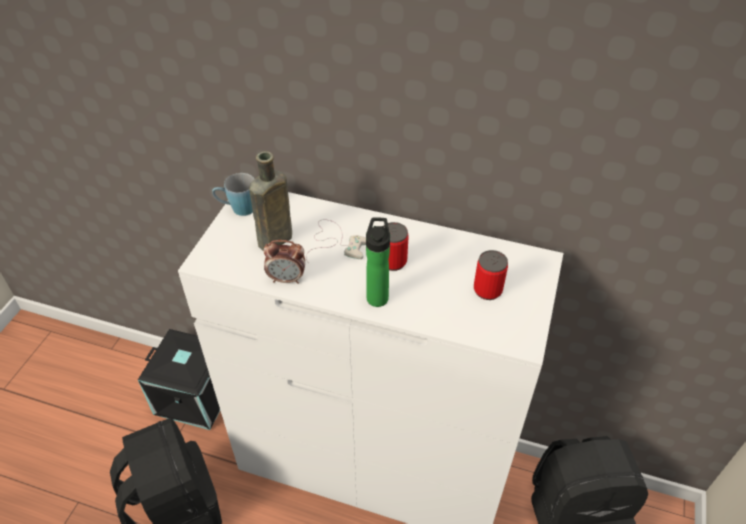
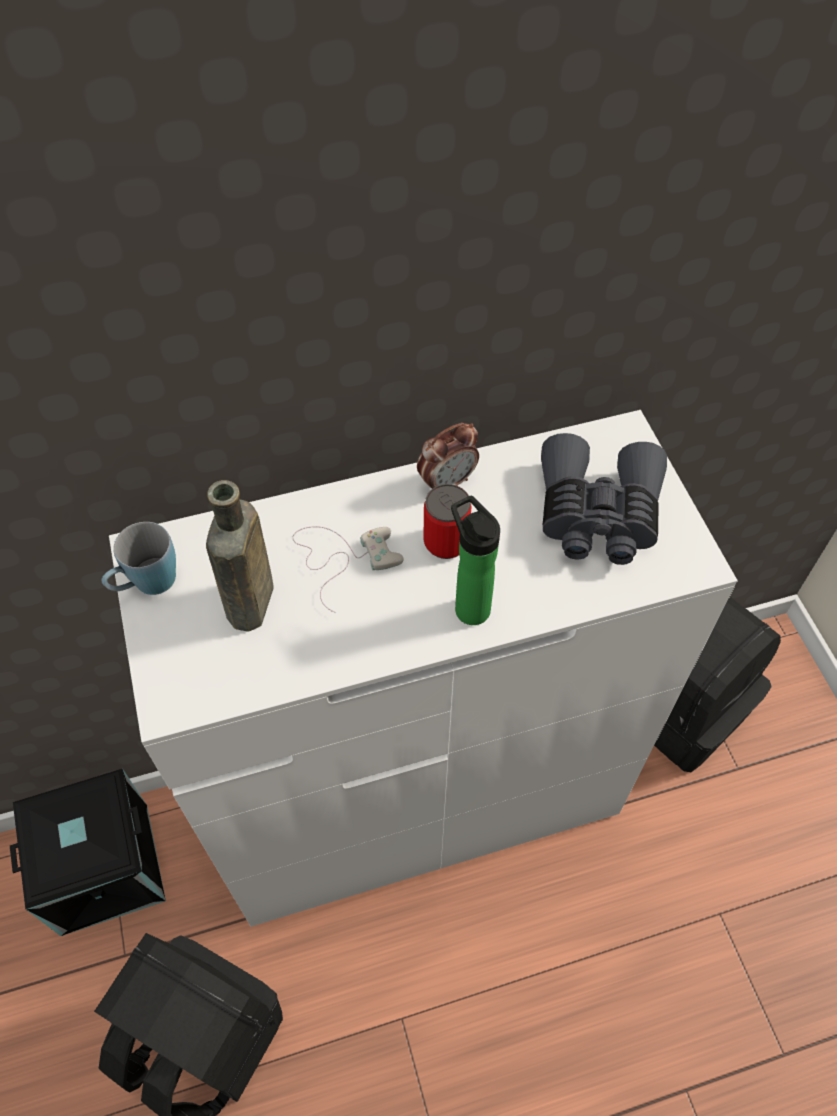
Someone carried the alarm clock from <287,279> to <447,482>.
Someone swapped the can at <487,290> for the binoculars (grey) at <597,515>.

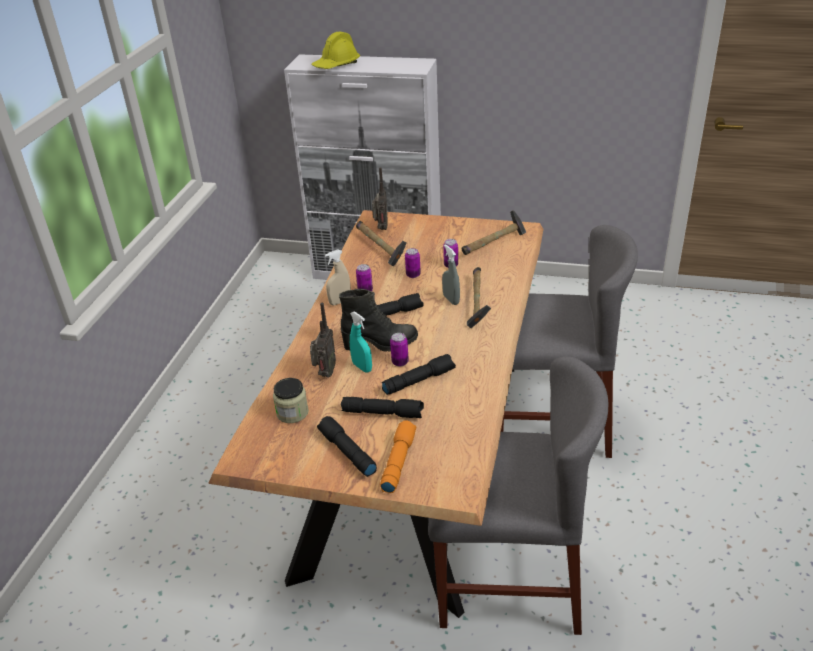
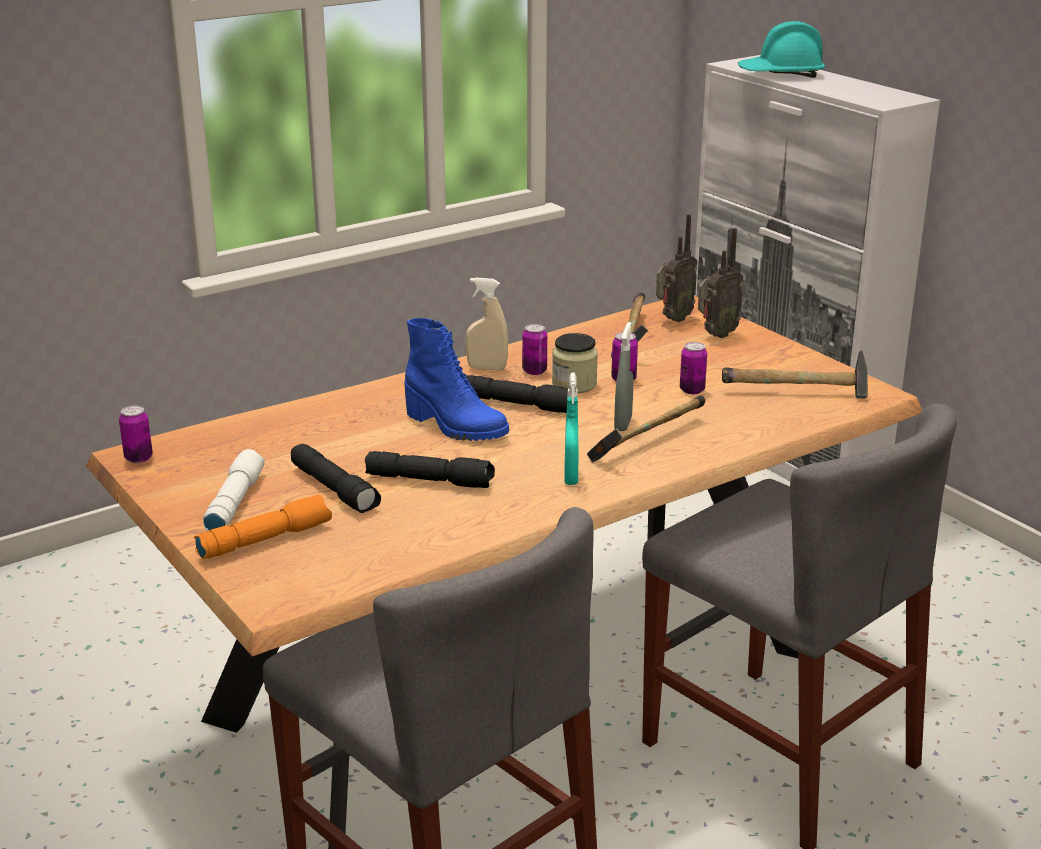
Someone carried the jar from <292,413> to <574,384>.
Someone carried the radio from <325,374> to <716,335>.
Someone repainted the hard hat (yellow) at <336,65>, which became the hard hat (turquoise) at <781,74>.
Someone repainted the flashlight (black) at <346,452>, which became the flashlight (white) at <233,502>.
Someone repainted the boot (black) at <380,344>, which became the boot (blue) at <455,427>.
Someone carried the spray bottle (turquoise) from <362,367> to <571,477>.
Someone carried the can from <400,362> to <138,458>.

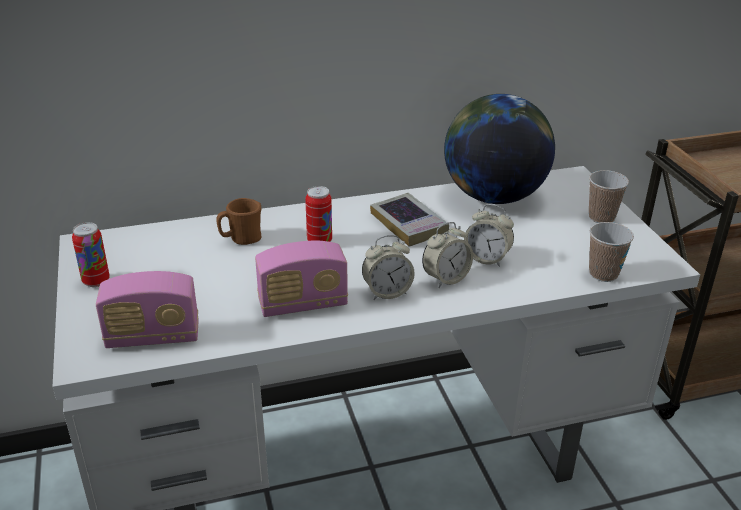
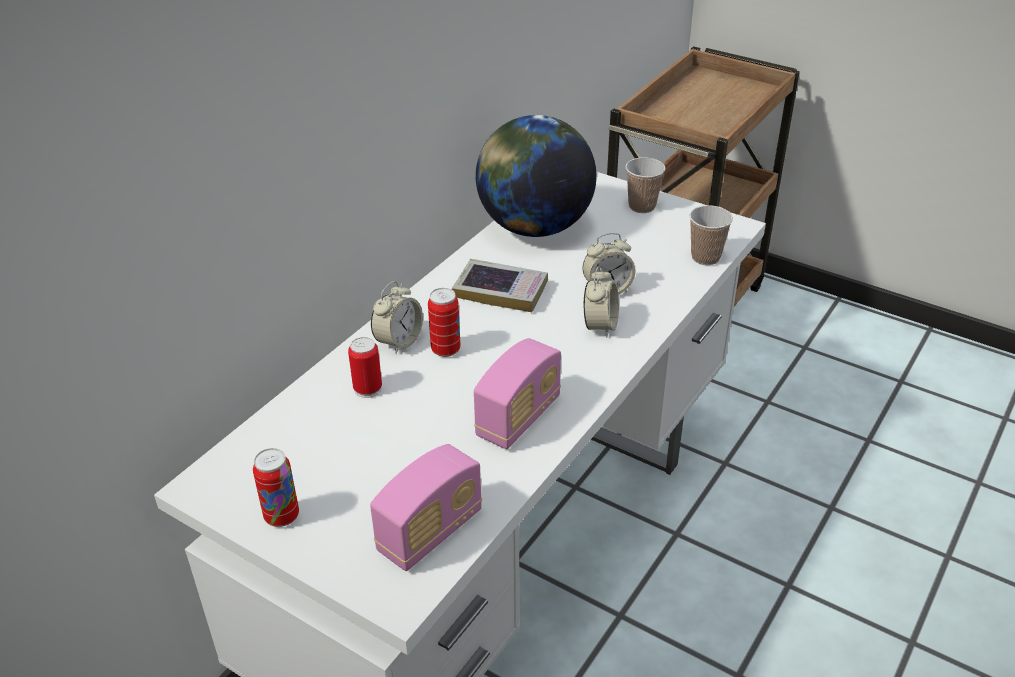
Someone swapped the mug (brown) at <241,239> for the can at <367,388>.
Someone carried the alarm clock from <387,292> to <399,341>.

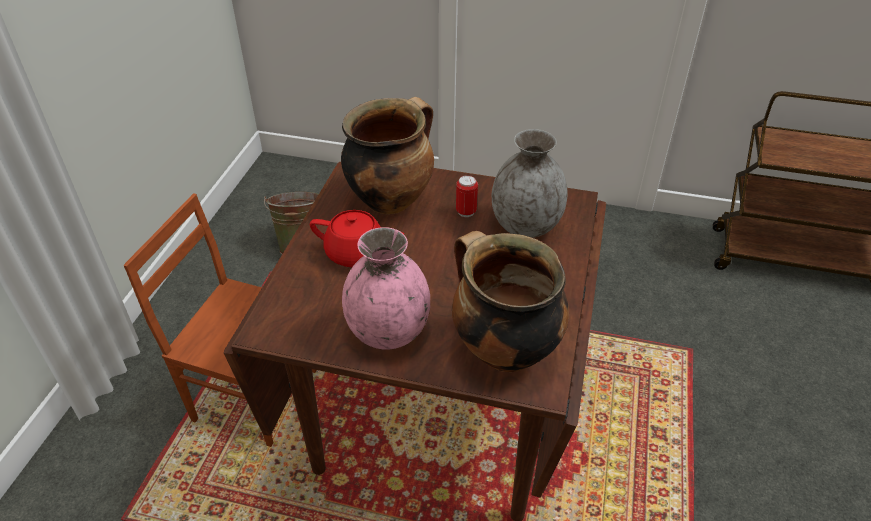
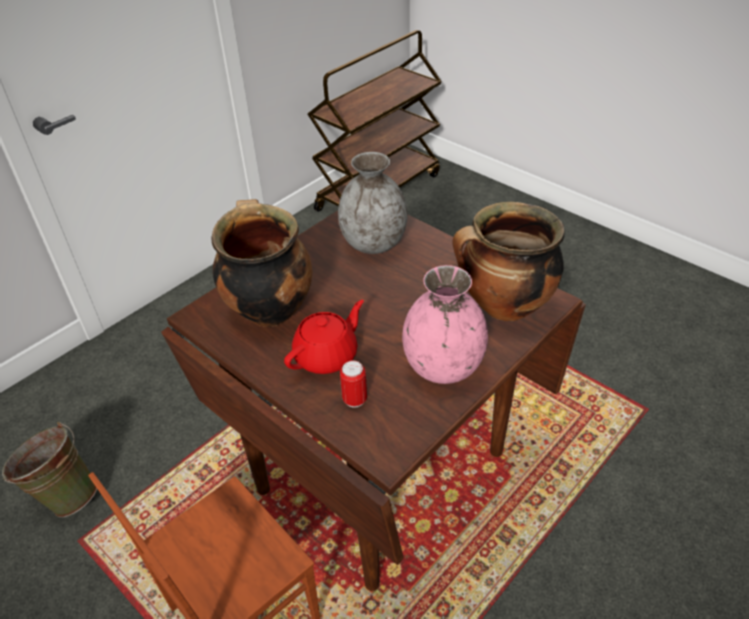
Someone carried the can from <466,212> to <354,400>.

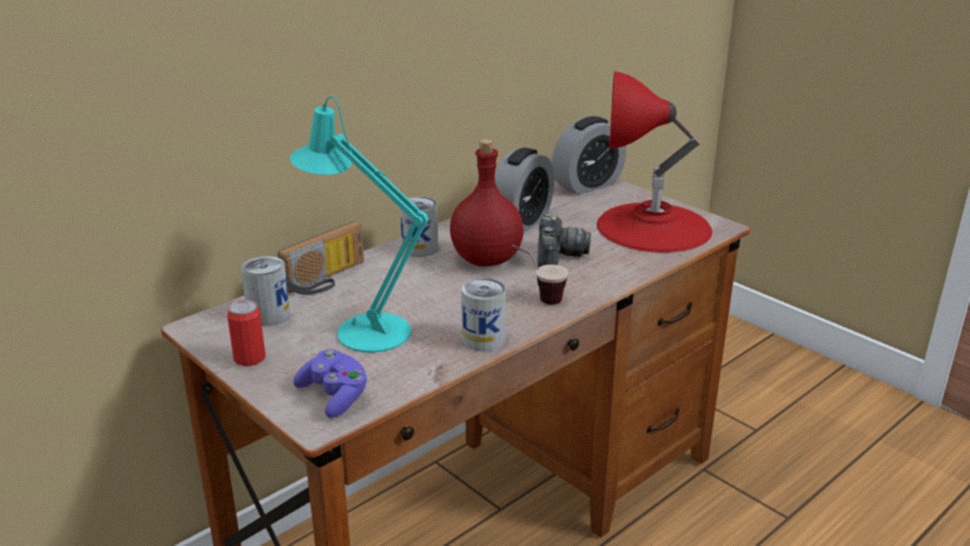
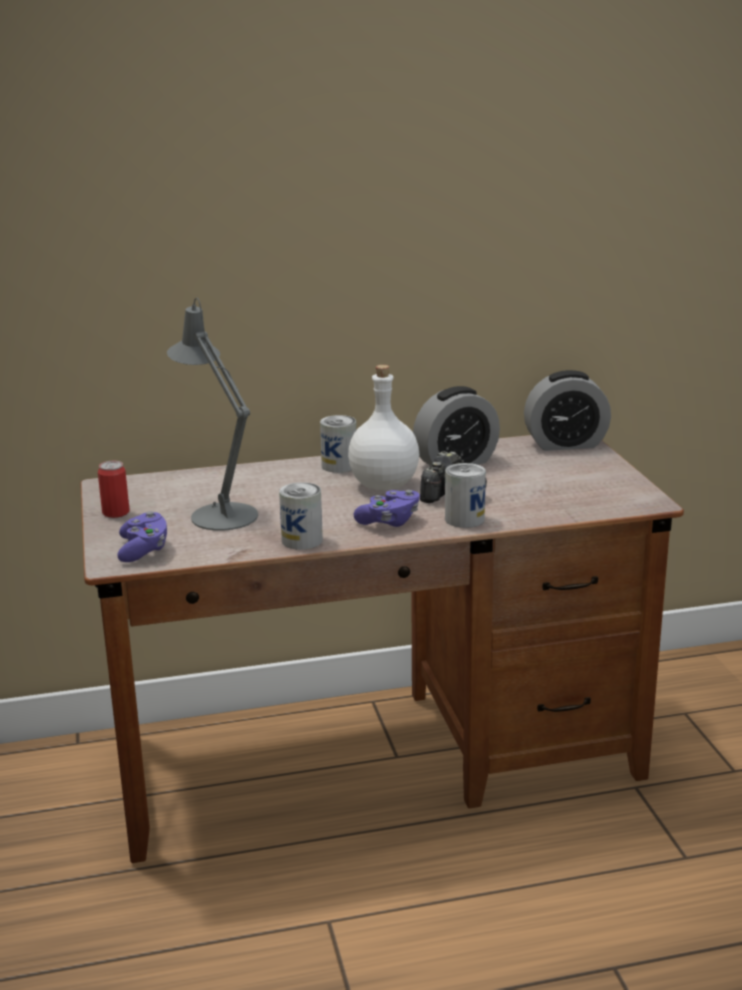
Someone carried the can from <268,315> to <464,519>.
Someone took away the radio at <327,280>.
Someone repainted the table lamp (turquoise) at <364,329>, which became the table lamp (grey) at <219,513>.
Someone repainted the bottle (red) at <486,259>, which became the bottle (white) at <384,484>.
Someone swapped the cup at <538,297> for the game controller (purple) at <389,521>.
Someone took away the table lamp (red) at <653,227>.

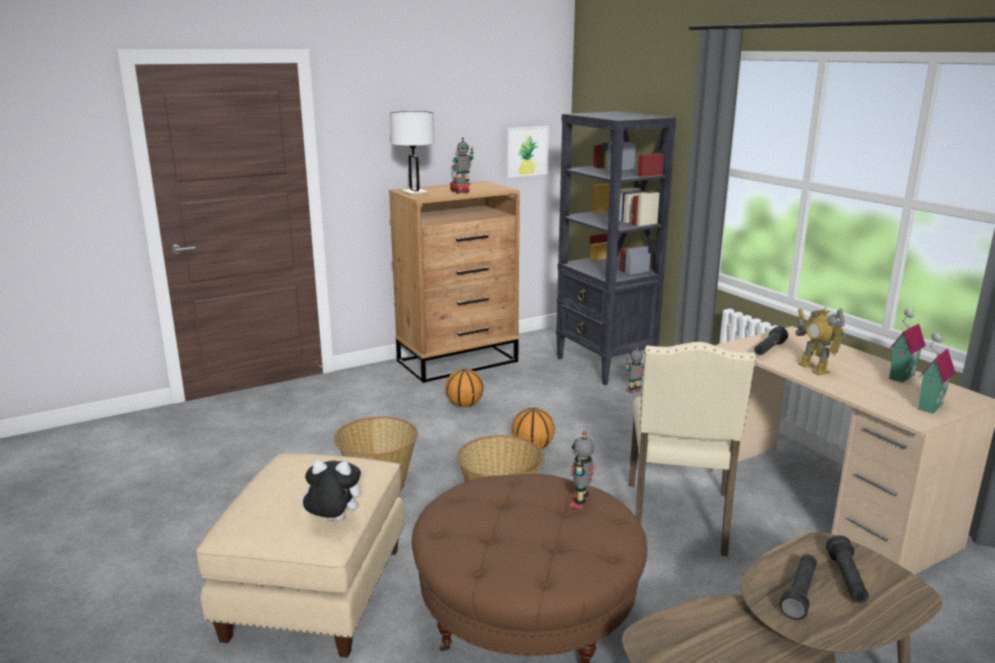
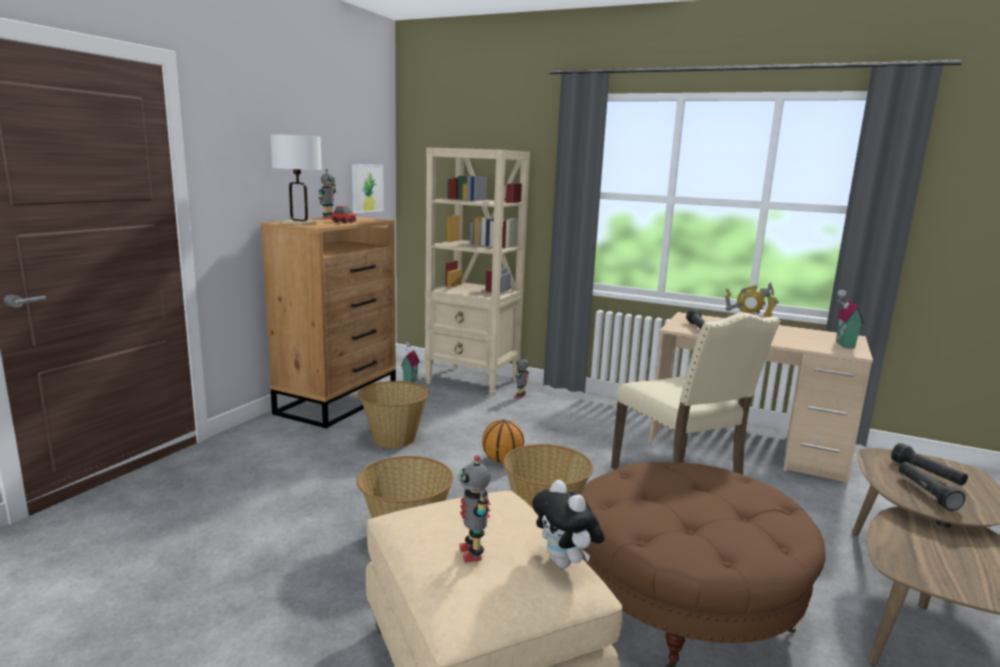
Someone rotated the plush toy at <333,521> by 90 degrees counterclockwise.
Someone swapped the basketball at <464,404> for the basket at <393,438>.
Someone repainted the bookcase (black) at <605,365>, which became the bookcase (beige) at <473,382>.
Someone carried the toy robot from <580,503> to <473,553>.
Someone carried the toy house from <899,376> to <409,381>.

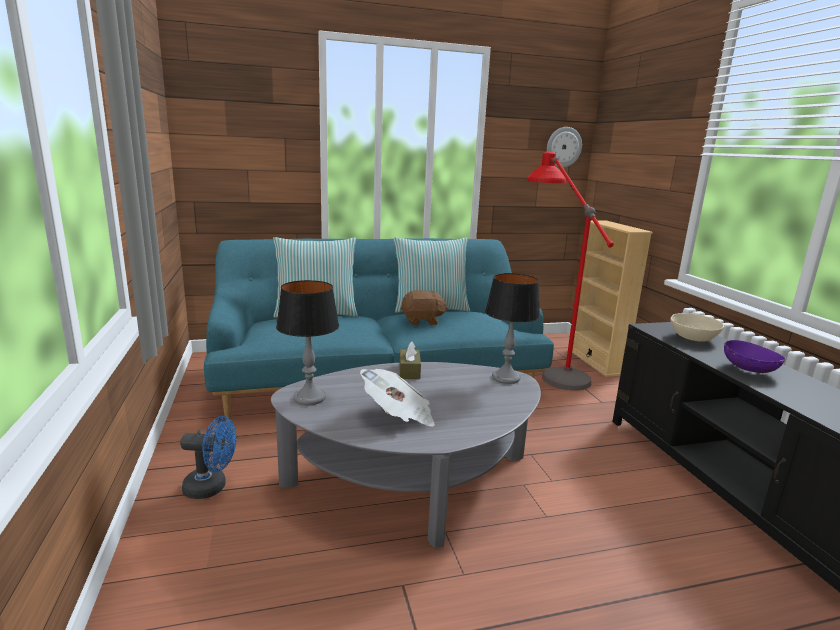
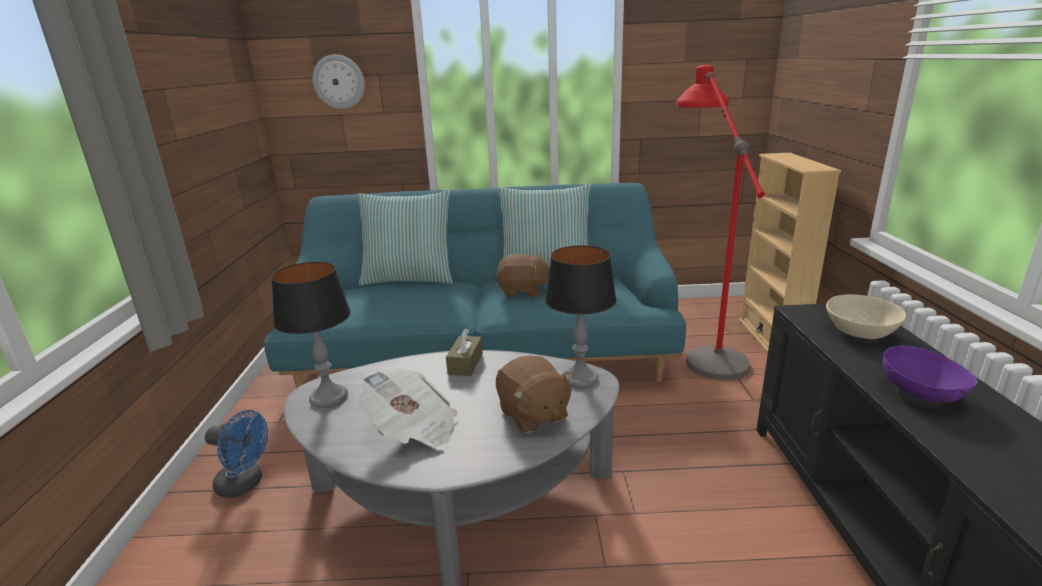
Someone carried the wall clock from <563,147> to <339,82>.
Someone put down the plush toy (brown) at <533,415>.

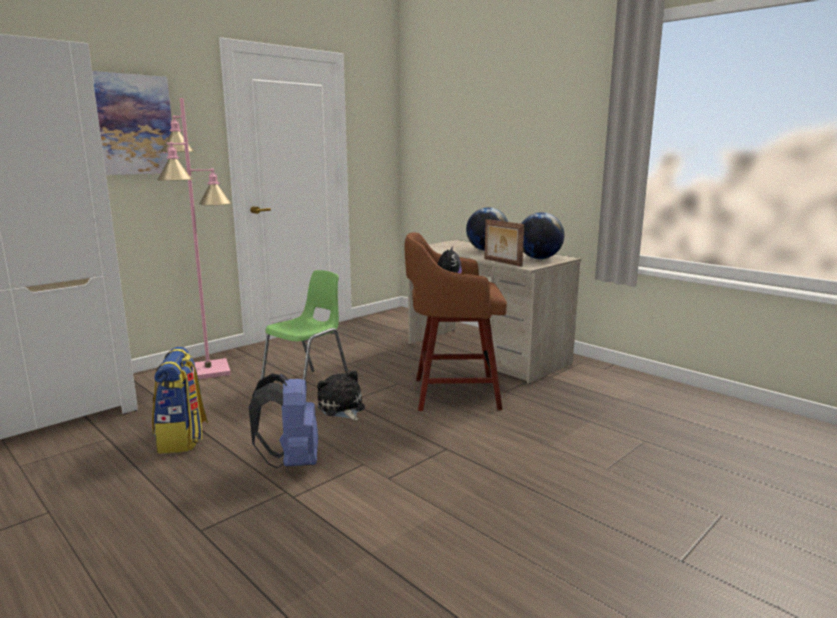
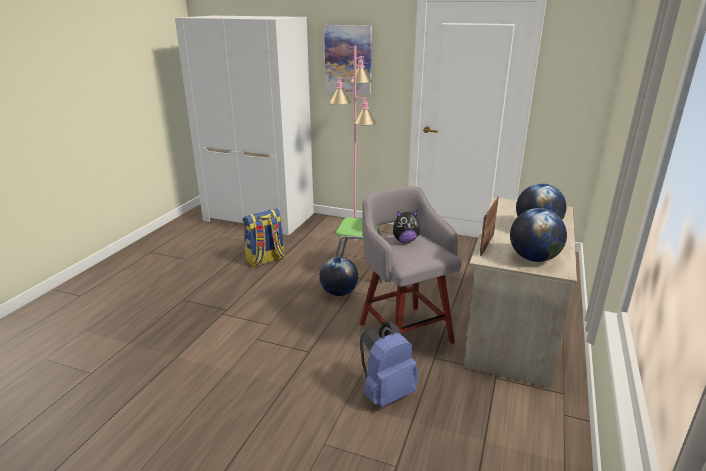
Someone carried the backpack (blue) from <292,462> to <386,393>.
Someone swapped the plush toy at <342,408> for the globe at <339,293>.
Someone repainted the stool (brown) at <452,393>, which became the stool (grey) at <404,331>.

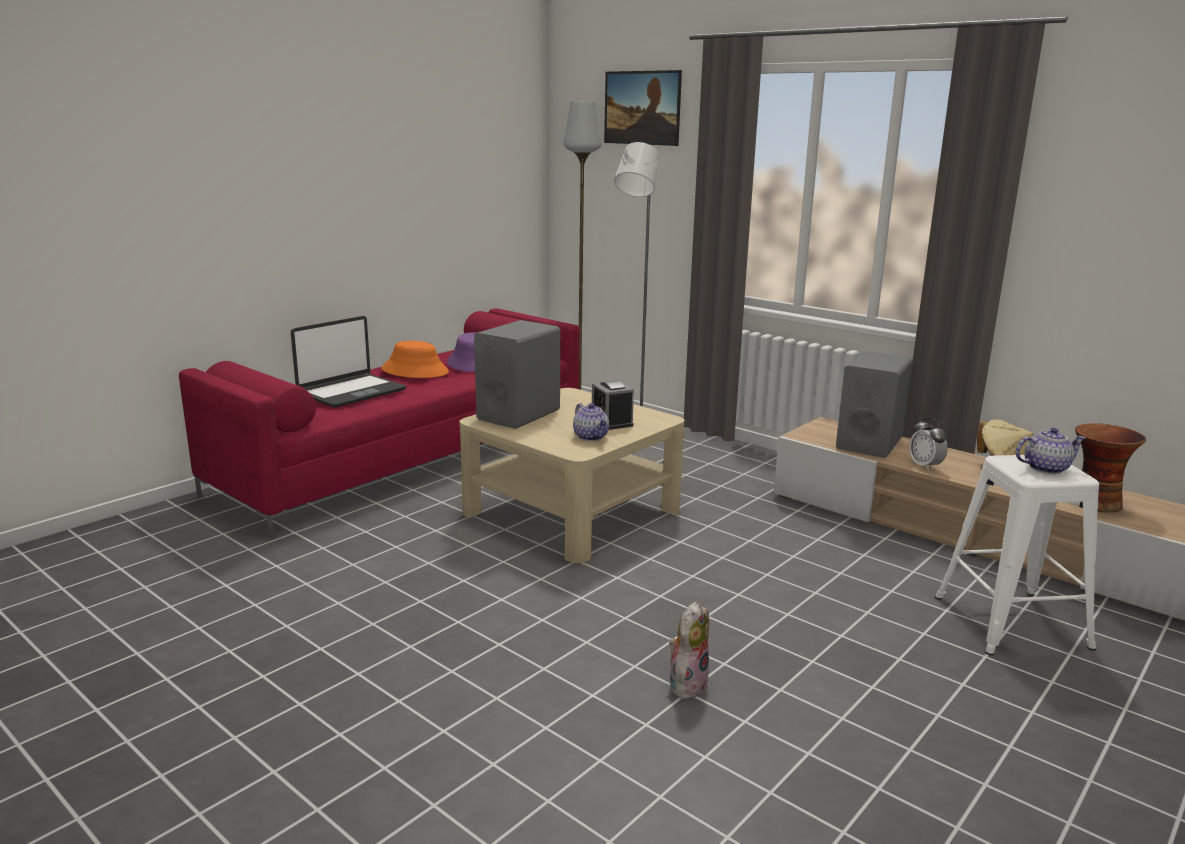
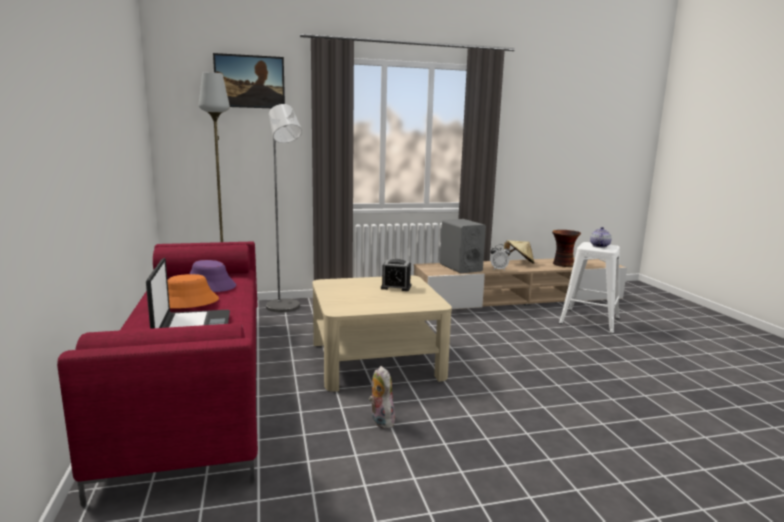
Someone took away the speaker (grey) at <519,415>.
Someone took away the teapot at <591,437>.
Someone carried the plush toy from <687,684> to <380,421>.

